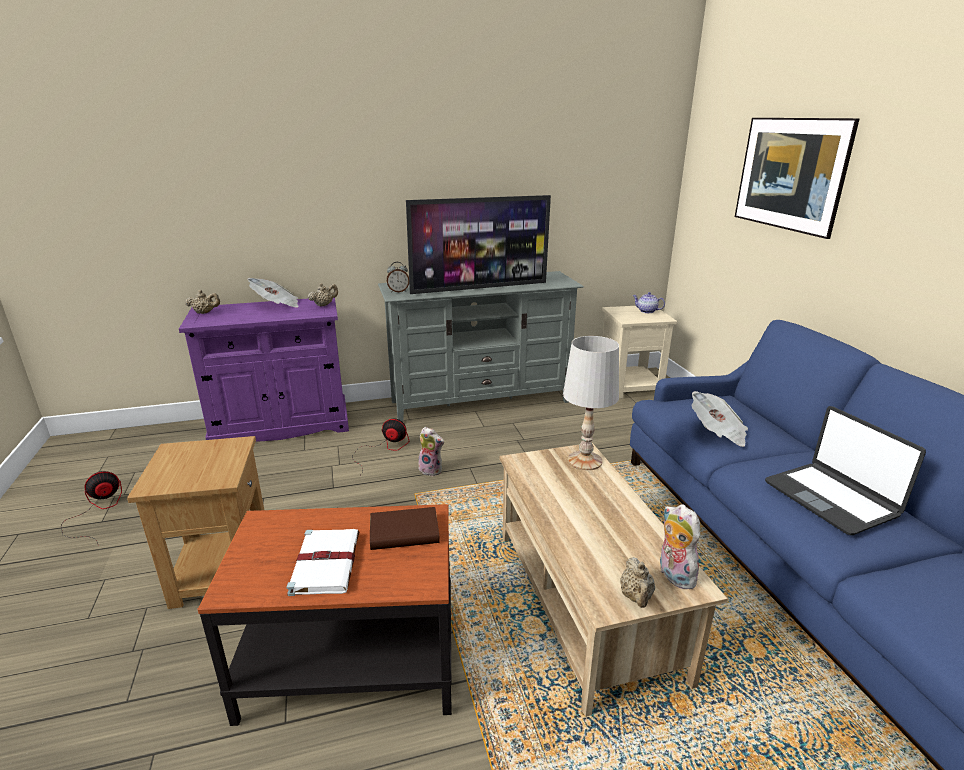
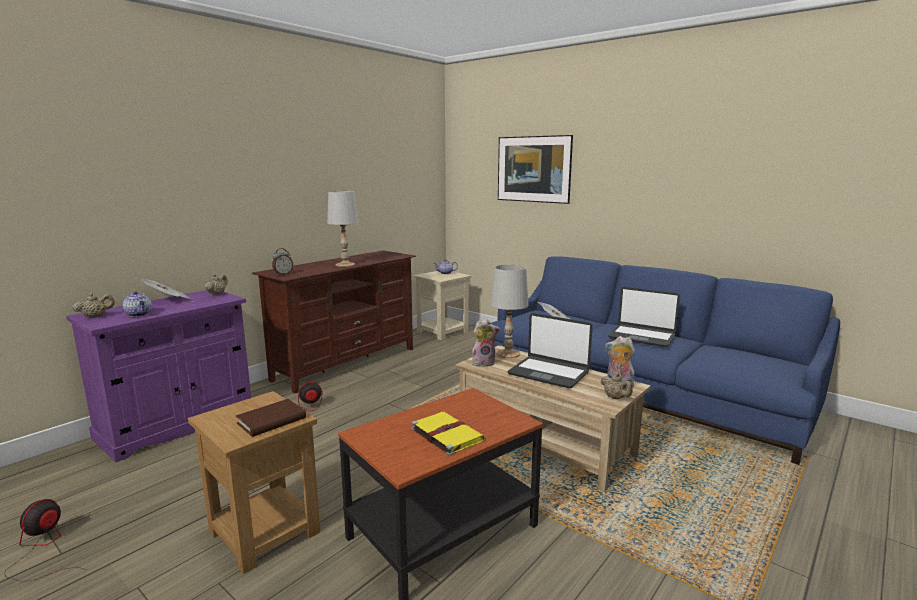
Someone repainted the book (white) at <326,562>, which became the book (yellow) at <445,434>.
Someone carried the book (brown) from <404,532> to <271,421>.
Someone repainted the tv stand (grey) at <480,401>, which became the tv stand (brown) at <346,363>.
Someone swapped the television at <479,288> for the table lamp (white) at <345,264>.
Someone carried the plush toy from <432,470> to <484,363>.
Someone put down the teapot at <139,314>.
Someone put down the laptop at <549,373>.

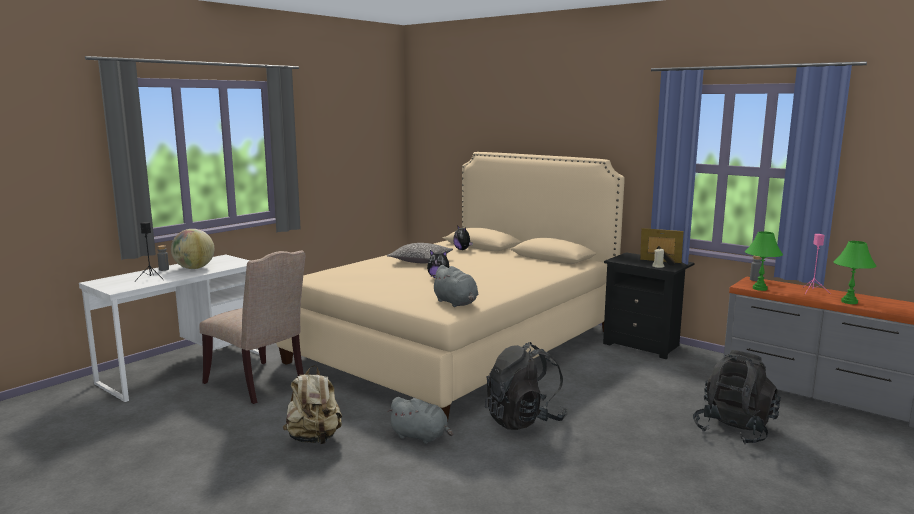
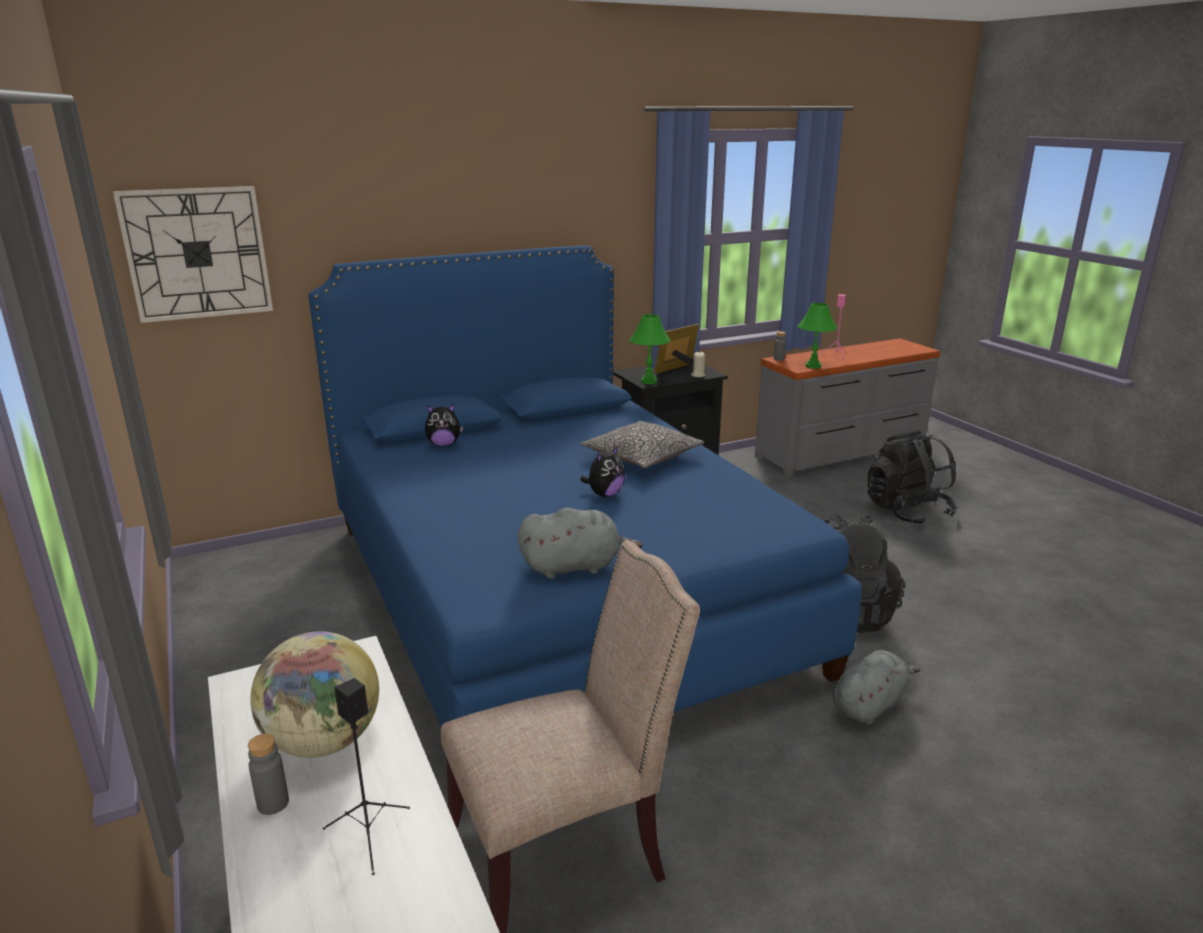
Someone repainted the bed (beige) at <457,345>, which became the bed (blue) at <556,593>.
Someone took away the backpack (beige) at <314,439>.
Someone carried the pillow from <421,261> to <642,457>.
Someone carried the plush toy (grey) from <456,303> to <575,566>.
Someone carried the table lamp (green) from <849,302> to <649,381>.
Someone put up the wall clock at <197,253>.

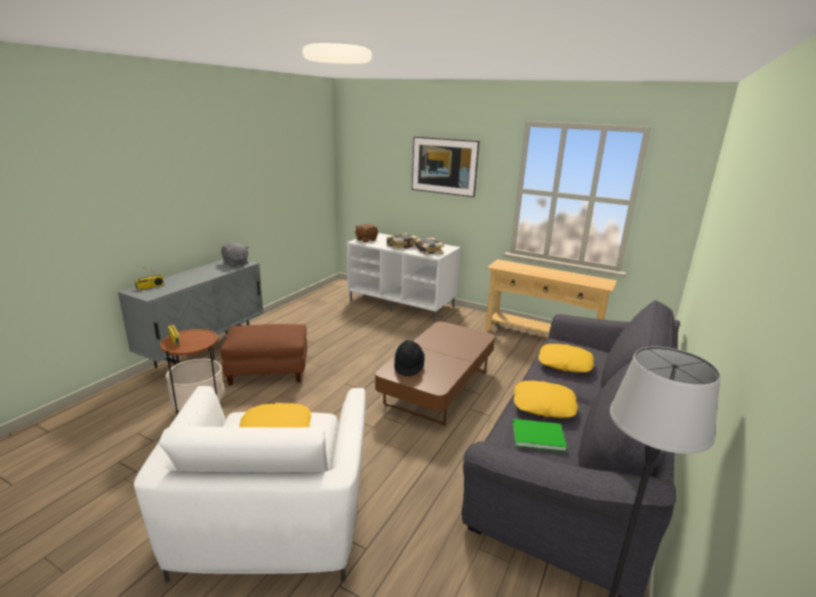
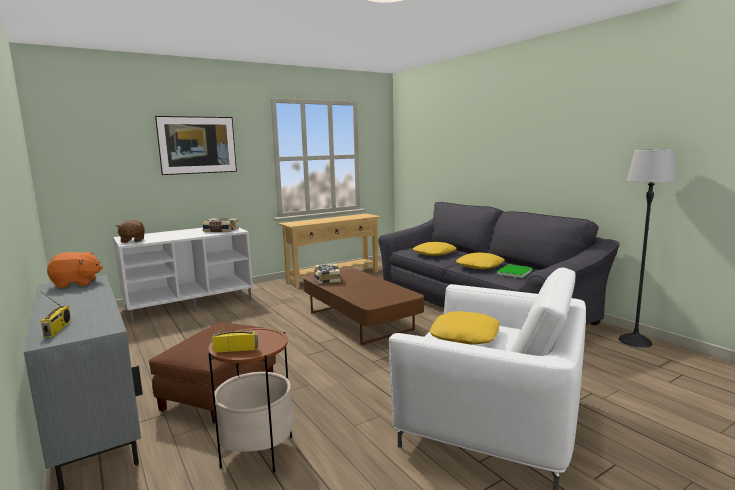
Someone repainted the plush toy (grey) at <235,263>, which became the plush toy (orange) at <76,283>.
Someone carried the book from <401,246> to <326,279>.
Someone took away the hat (black) at <408,366>.

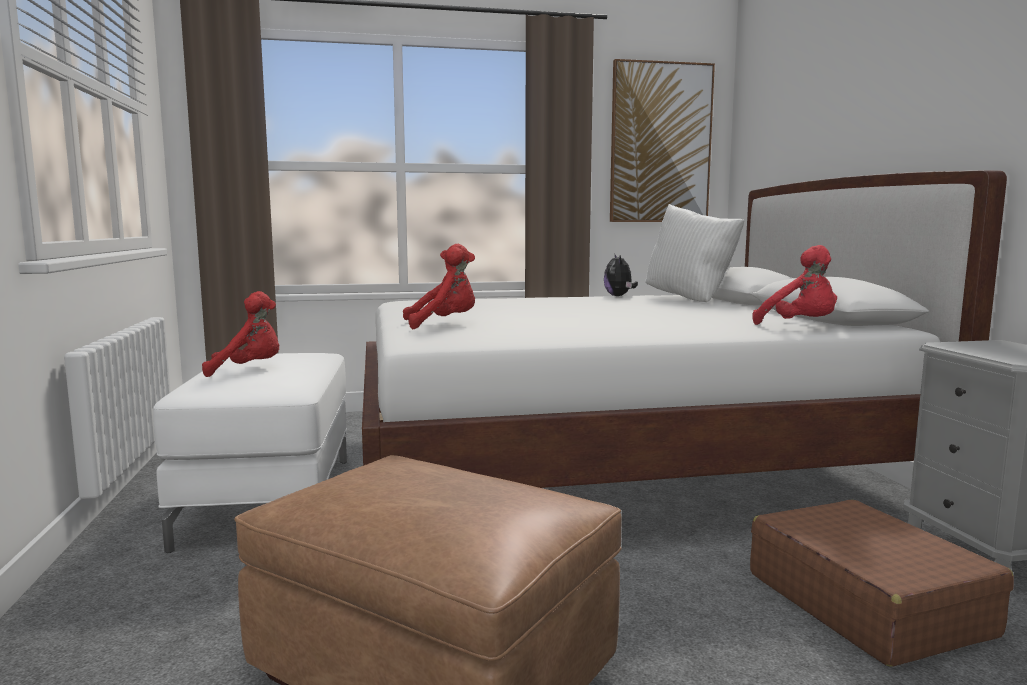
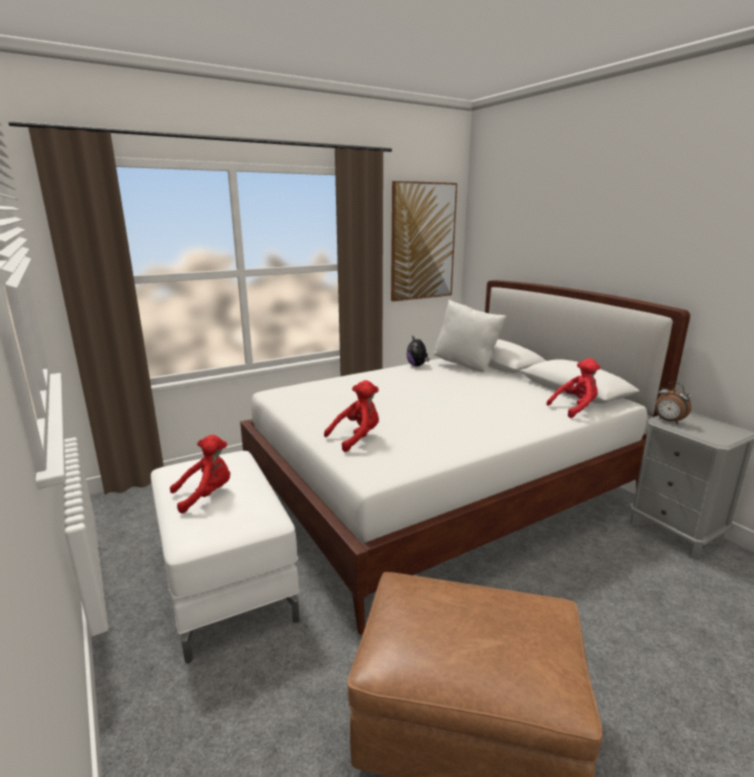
Someone took away the suitcase (brown) at <866,603>.
Someone rotated the plush toy (red) at <801,326> by 60 degrees counterclockwise.
Someone put down the alarm clock at <668,421>.

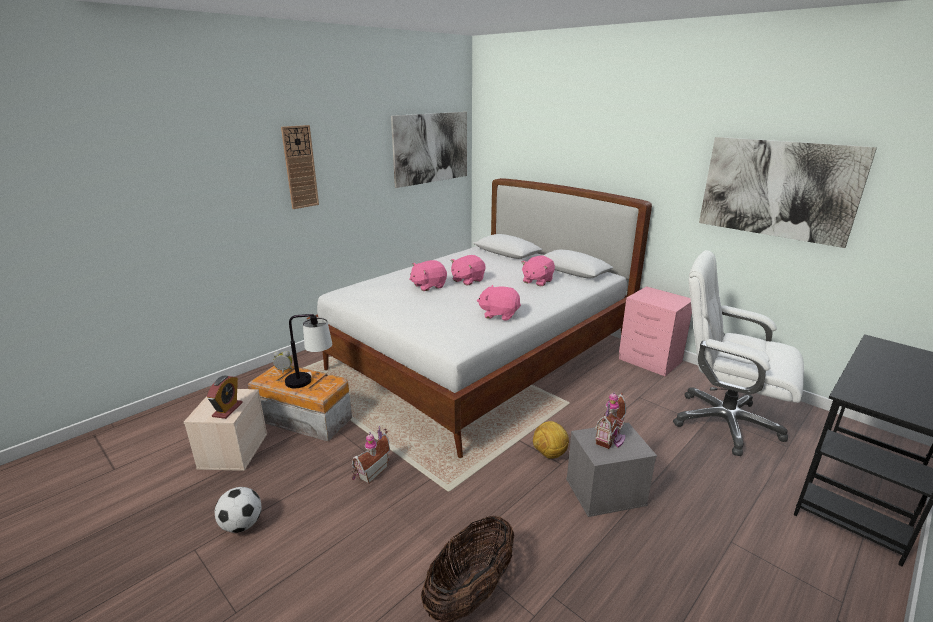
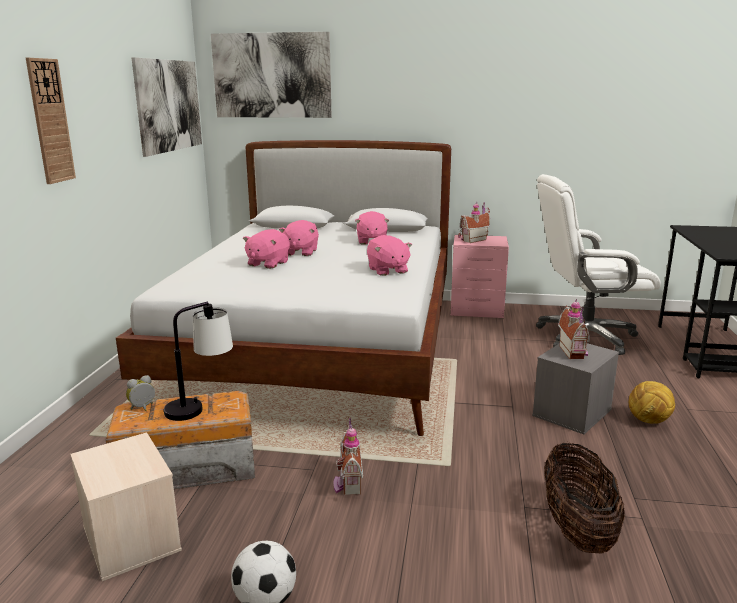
Someone took away the alarm clock at <227,410>.
Someone rotated the plush toy (pink) at <499,314> by 90 degrees counterclockwise.
Someone carried the football from <549,454> to <649,421>.
Someone carried the picture from <777,189> to <272,75>.
Someone put down the toy house at <472,240>.

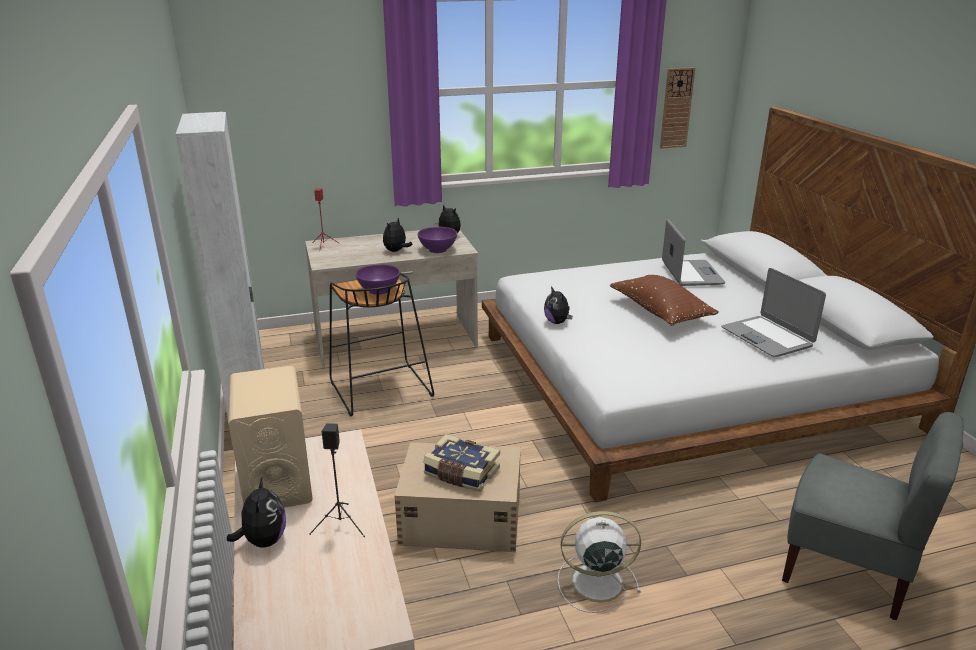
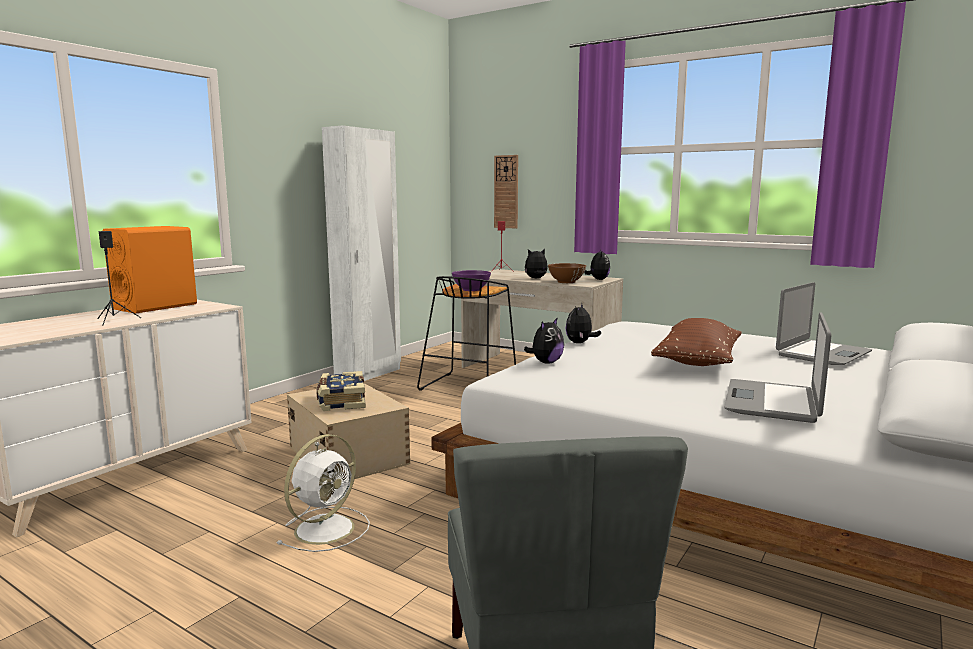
Someone carried the plush toy from <263,540> to <546,362>.
Someone repainted the speaker (beige) at <277,481>, which became the speaker (orange) at <155,306>.
Someone repainted the bowl (purple) at <437,250>, which became the bowl (brown) at <566,282>.
Someone rotated the fan (white) at <594,582> by 75 degrees clockwise.
Someone carried the wall clock from <676,108> to <506,192>.

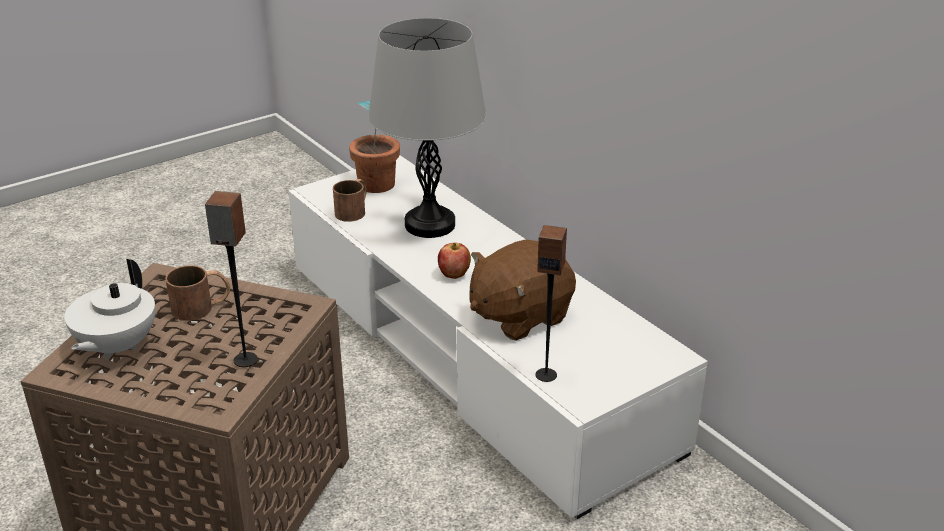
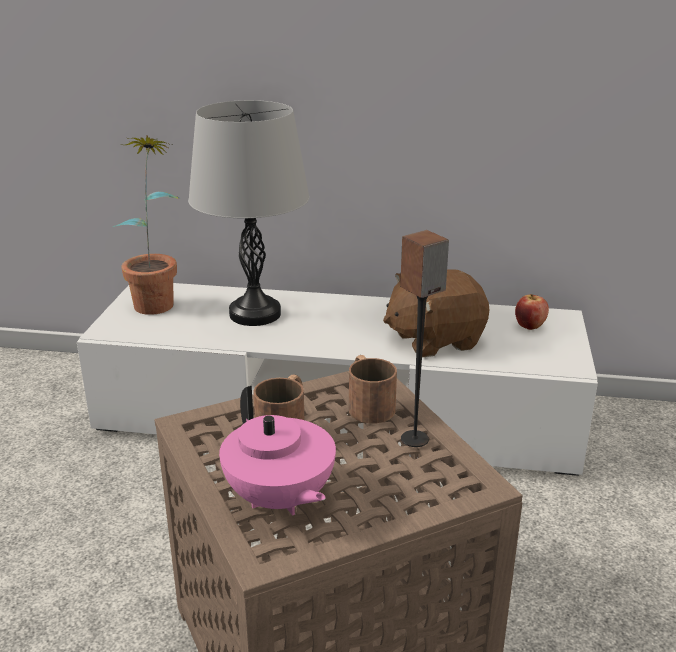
Someone repainted the teapot (white) at <116,347>, which became the teapot (pink) at <279,499>.
Someone carried the mug (brown) from <354,210> to <367,403>.
Someone carried the apple from <454,275> to <529,326>.
Someone rotated the plush toy (brown) at <519,316> by 60 degrees clockwise.
Someone took away the speaker at <546,375>.

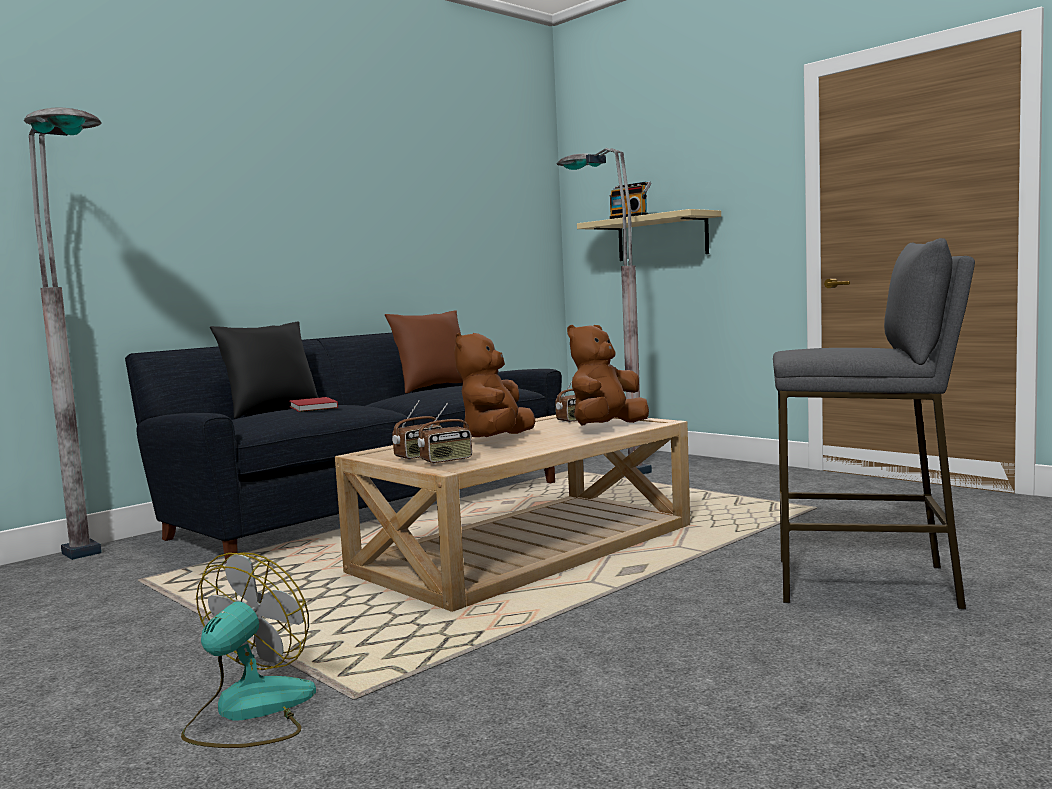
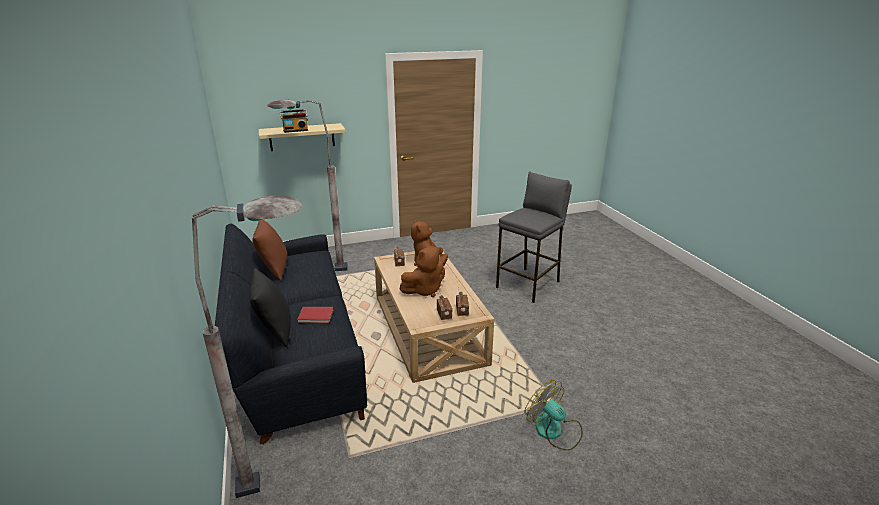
Someone rotated the plush toy (brown) at <497,440> by 75 degrees counterclockwise.

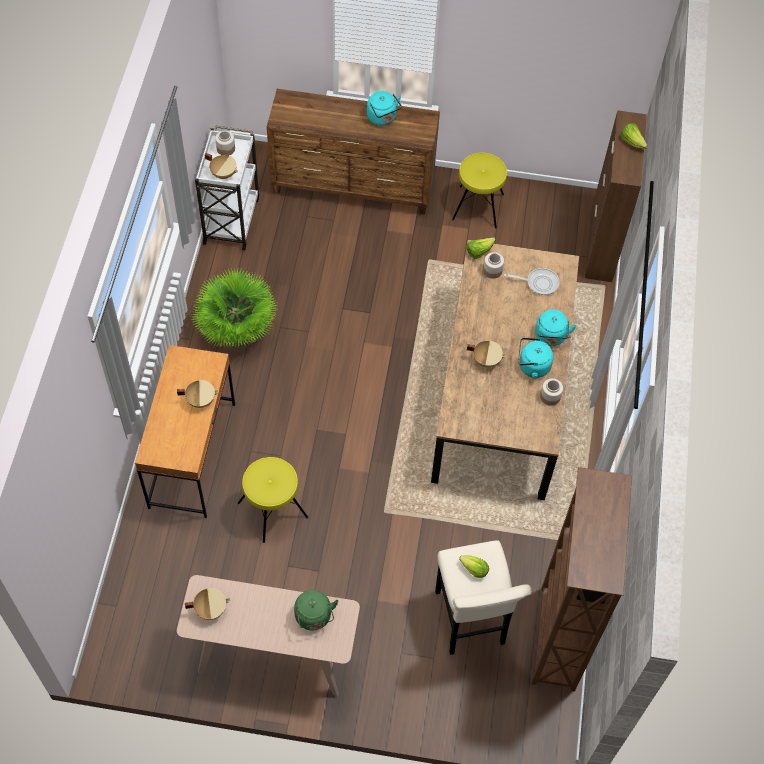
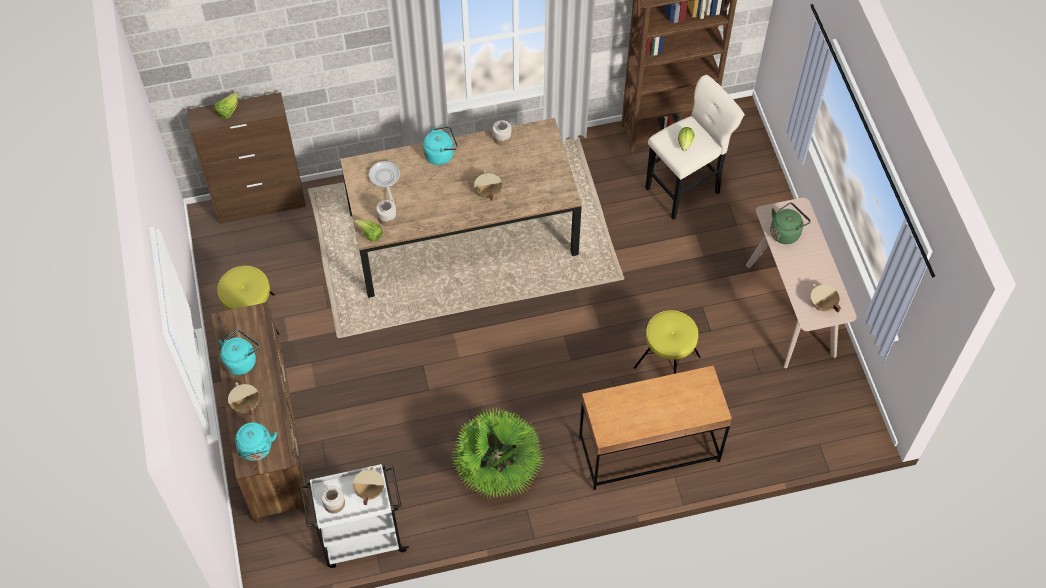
Someone carried the cooking pot (beige) from <200,400> to <245,405>.
Someone carried the kettle (turquoise) from <532,366> to <256,450>.

